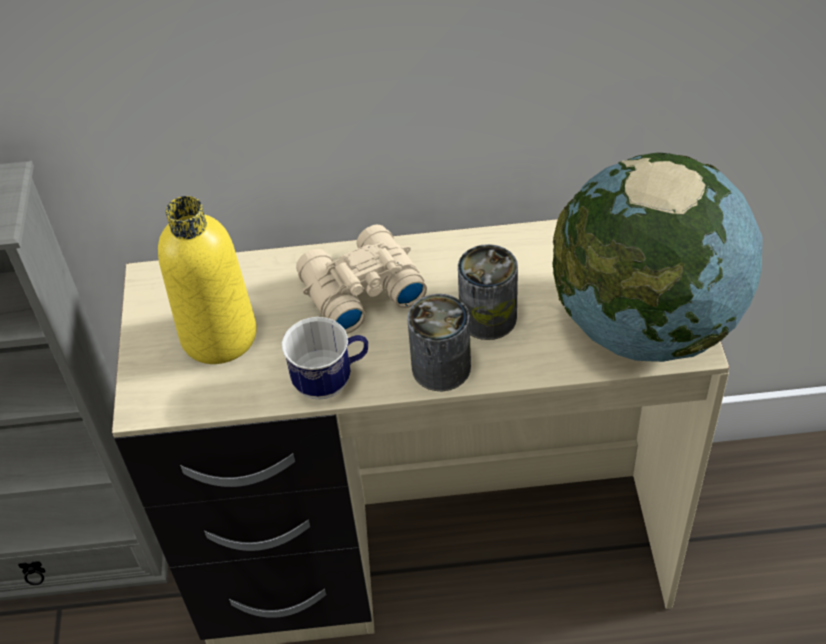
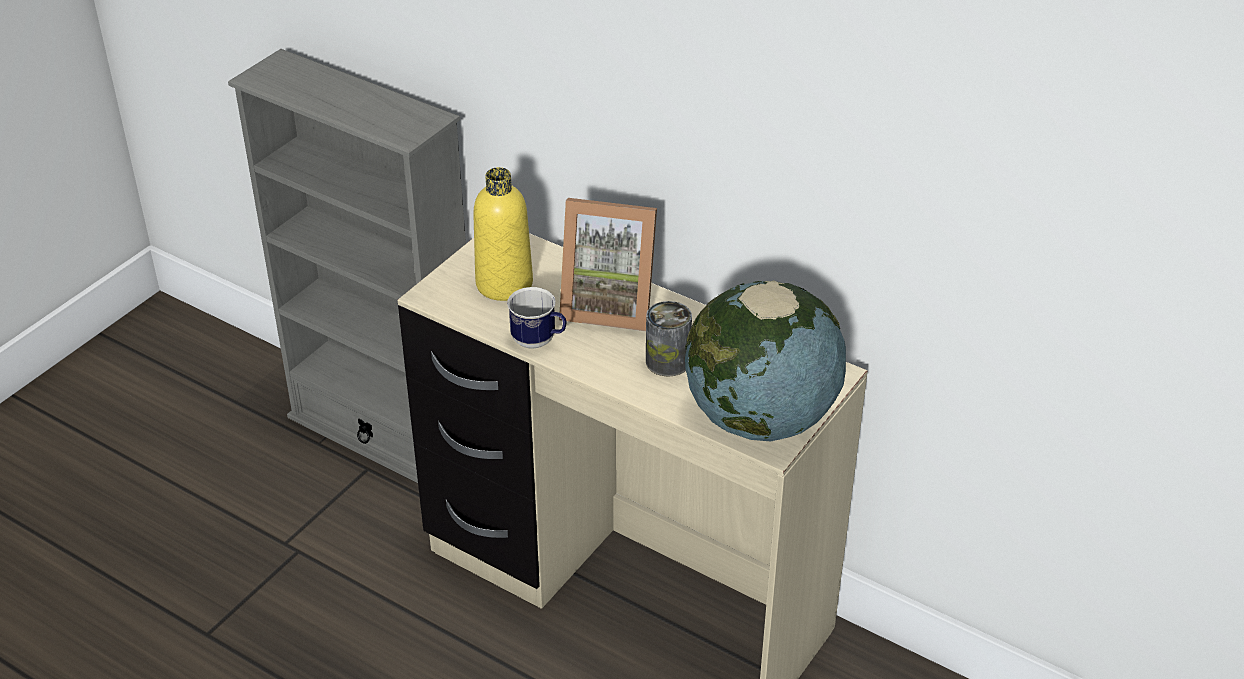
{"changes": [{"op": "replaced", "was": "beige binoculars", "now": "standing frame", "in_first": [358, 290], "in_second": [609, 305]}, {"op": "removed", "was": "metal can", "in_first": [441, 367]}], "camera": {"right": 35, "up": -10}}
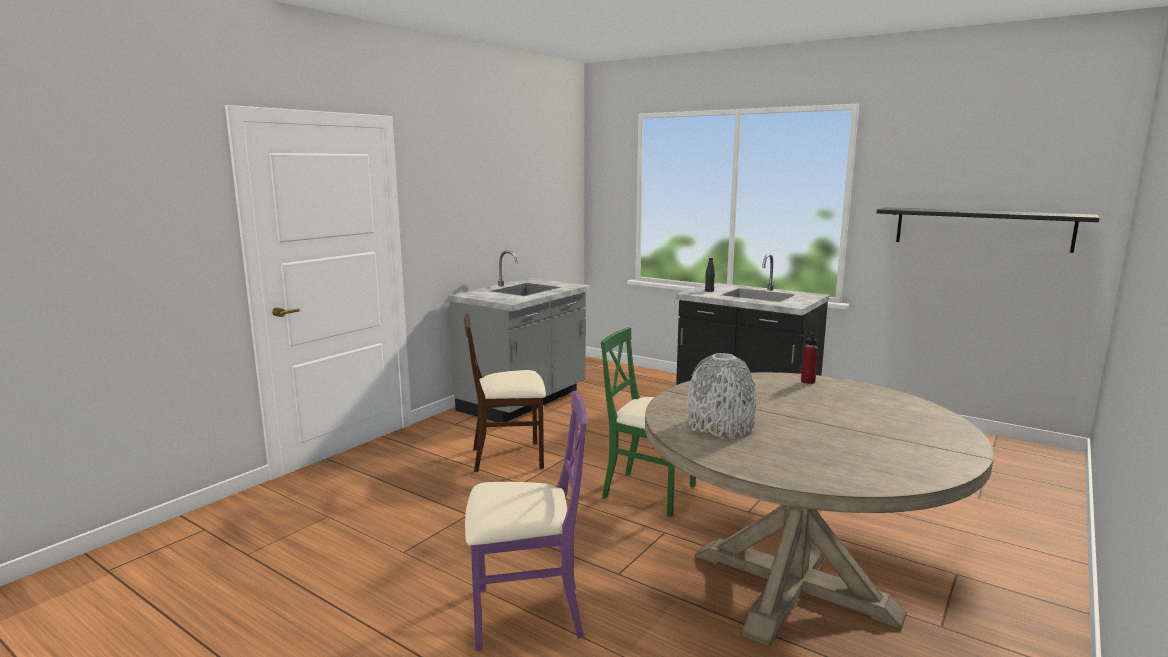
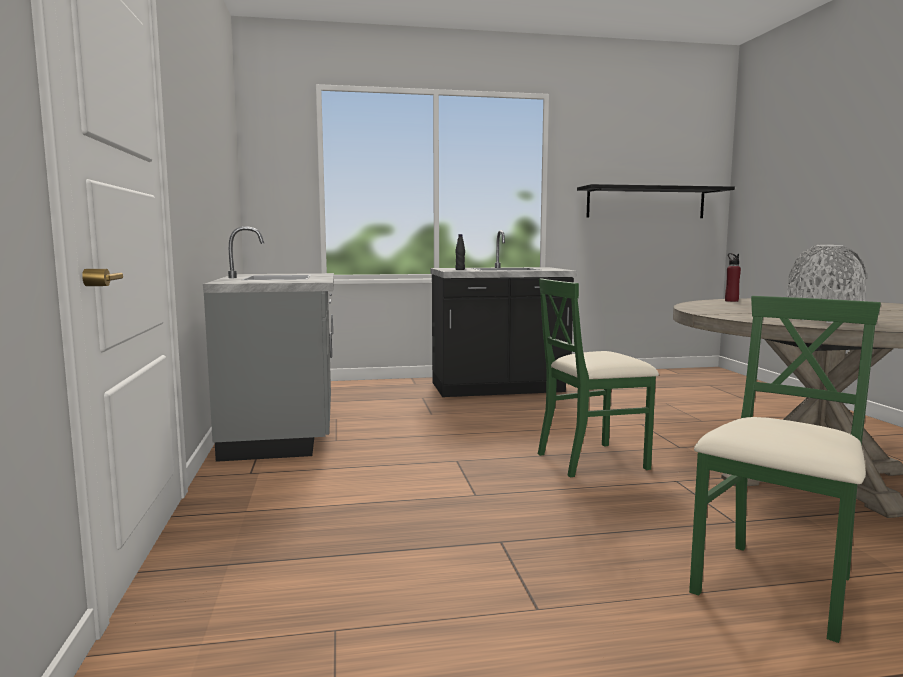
{"changes": [{"op": "recoloured", "was": "purple-coloured plain chair", "now": "green plain chair", "in_first": [526, 614], "in_second": [775, 587]}, {"op": "removed", "was": "beige plain chair", "in_first": [508, 457]}], "camera": {"right": -45, "up": -5}}
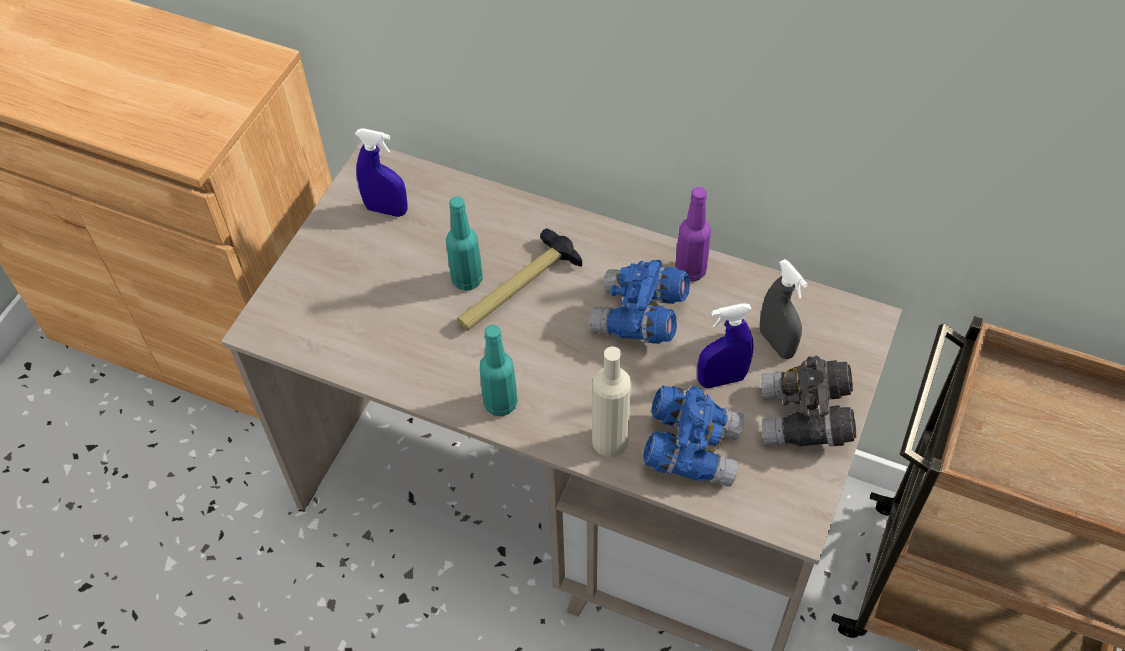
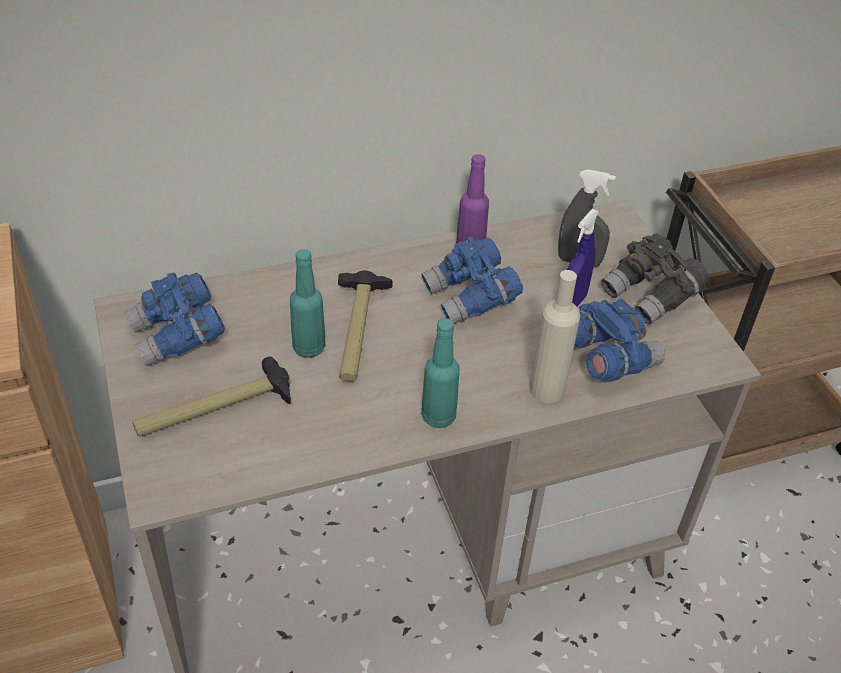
{"changes": [{"op": "replaced", "was": "blue hand sprayer", "now": "blue binoculars", "in_first": [386, 210], "in_second": [178, 337]}, {"op": "added", "now": "tool hammer", "in_second": [215, 410]}], "camera": {"right": -45, "up": -10}}
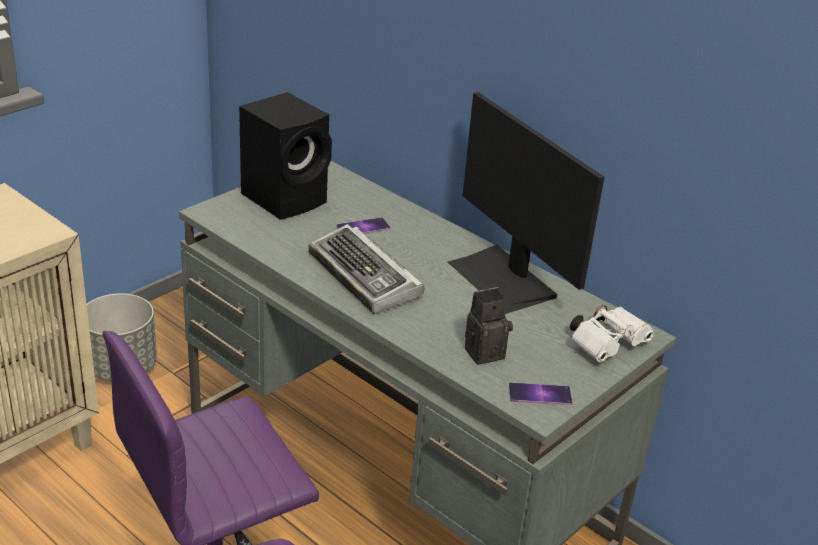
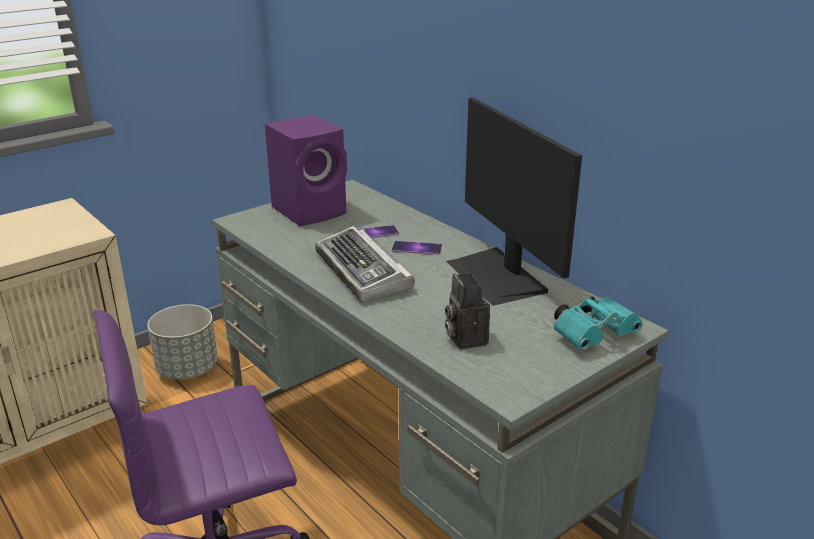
{"changes": [{"op": "recoloured", "was": "black-coloured loudspeaker", "now": "purple-coloured loudspeaker", "in_first": [287, 198], "in_second": [311, 210]}, {"op": "moved", "was": "telephone", "in_first": [540, 394], "in_second": [417, 248]}, {"op": "turned", "was": "photo camera", "in_first": [485, 351], "in_second": [464, 338], "clockwise": -90}, {"op": "recoloured", "was": "white-coloured binoculars", "now": "turquoise binoculars", "in_first": [608, 344], "in_second": [595, 335]}], "camera": {"right": 10, "up": -5}}
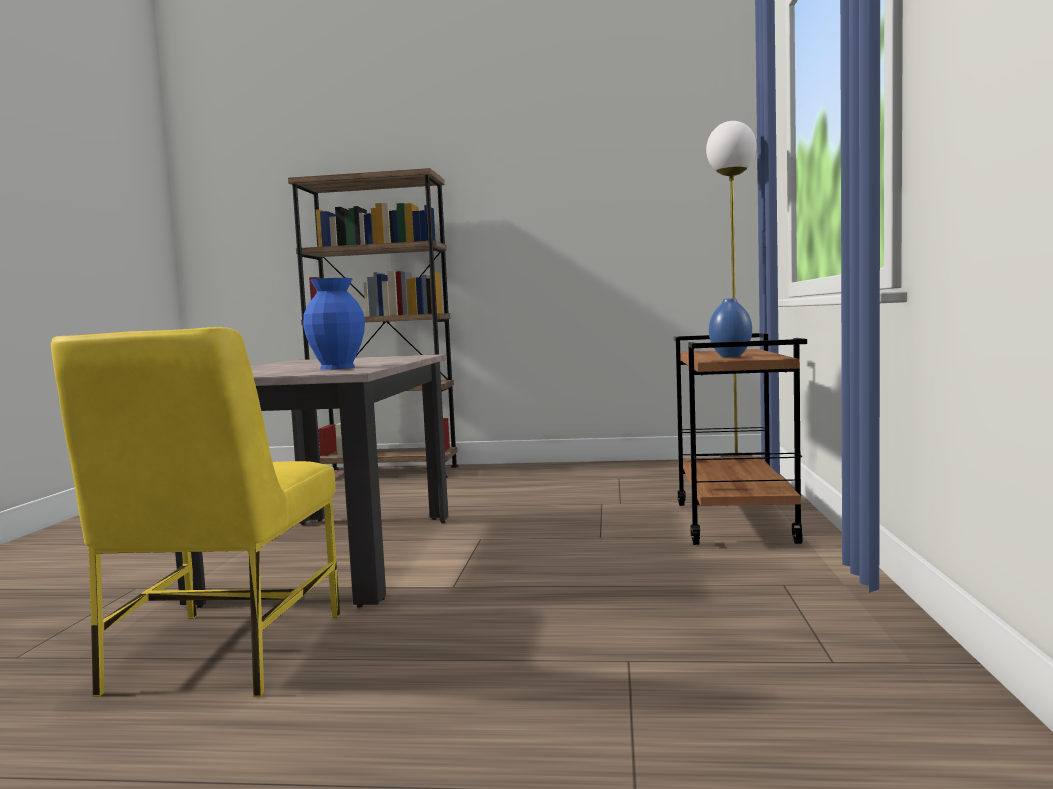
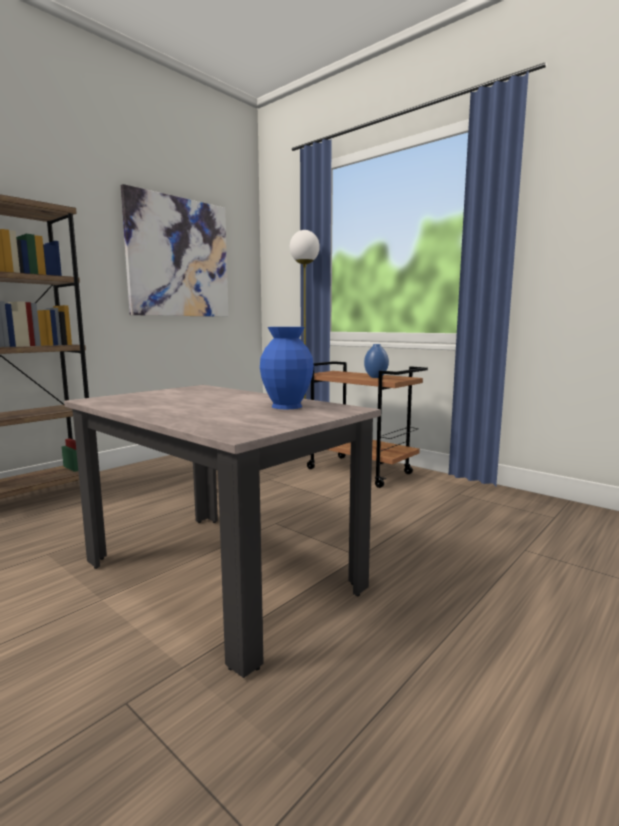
{"changes": [{"op": "added", "now": "wall art", "in_second": [179, 258]}, {"op": "removed", "was": "yellow-coloured plain chair", "in_first": [222, 653]}], "camera": {"right": -55, "up": 5}}
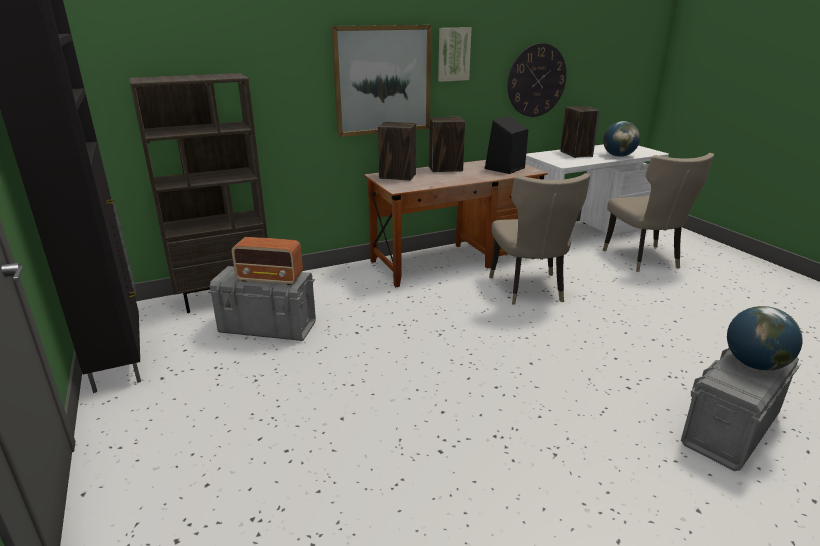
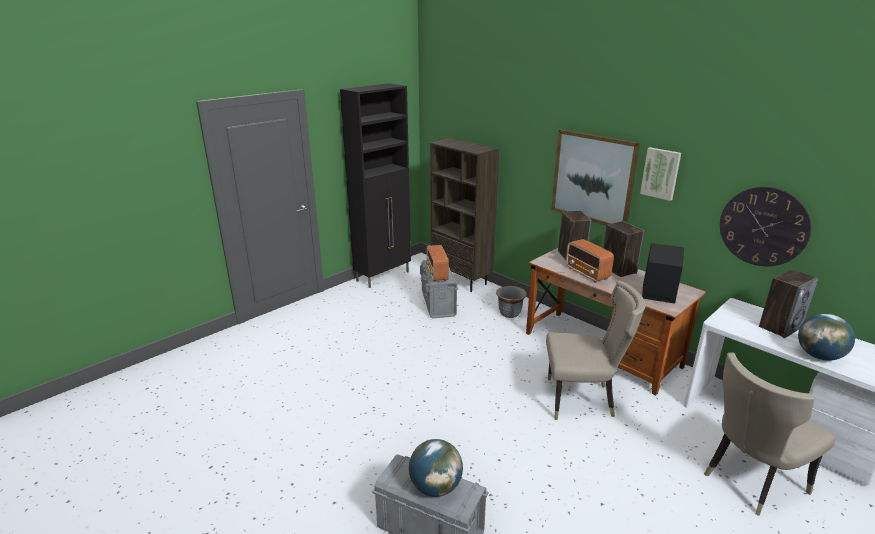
{"changes": [{"op": "added", "now": "grey flower pot", "in_second": [510, 314]}, {"op": "turned", "was": "beige plain chair", "in_first": [529, 290], "in_second": [582, 399], "clockwise": -150}, {"op": "added", "now": "radio set", "in_second": [587, 273]}], "camera": {"right": 70, "up": 0}}
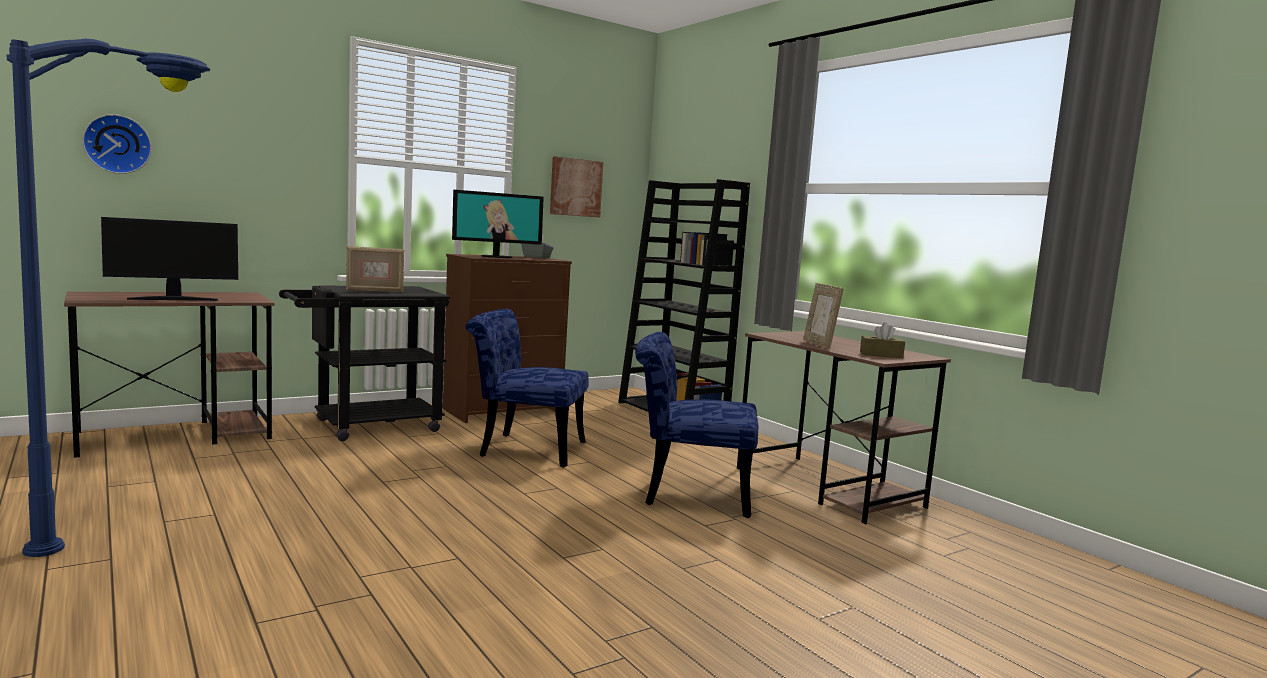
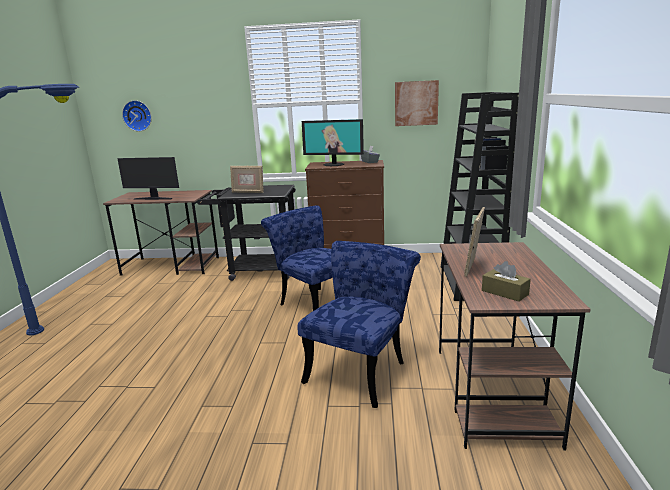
{"changes": [{"op": "turned", "was": "blue plain chair", "in_first": [687, 493], "in_second": [361, 369], "clockwise": 75}], "camera": {"right": 40, "up": 10}}
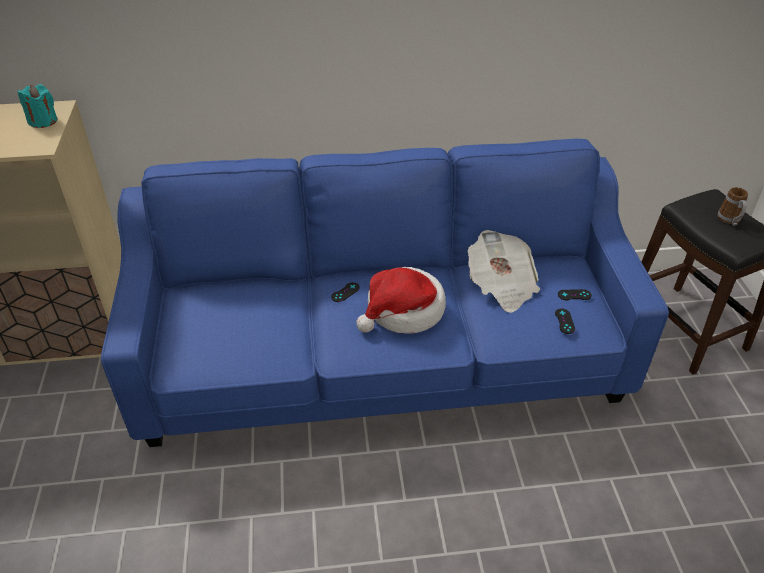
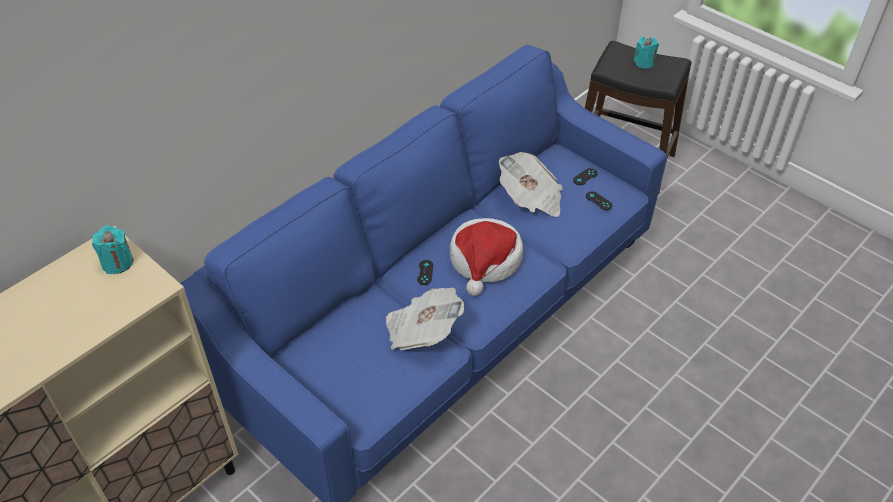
{"changes": [{"op": "added", "now": "printed paper", "in_second": [422, 331]}, {"op": "replaced", "was": "mug", "now": "turquoise wax light", "in_first": [730, 221], "in_second": [644, 63]}], "camera": {"right": -40, "up": 5}}
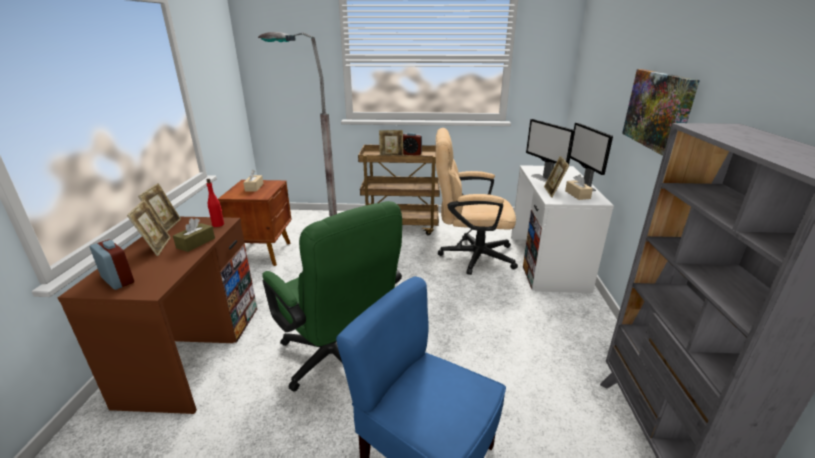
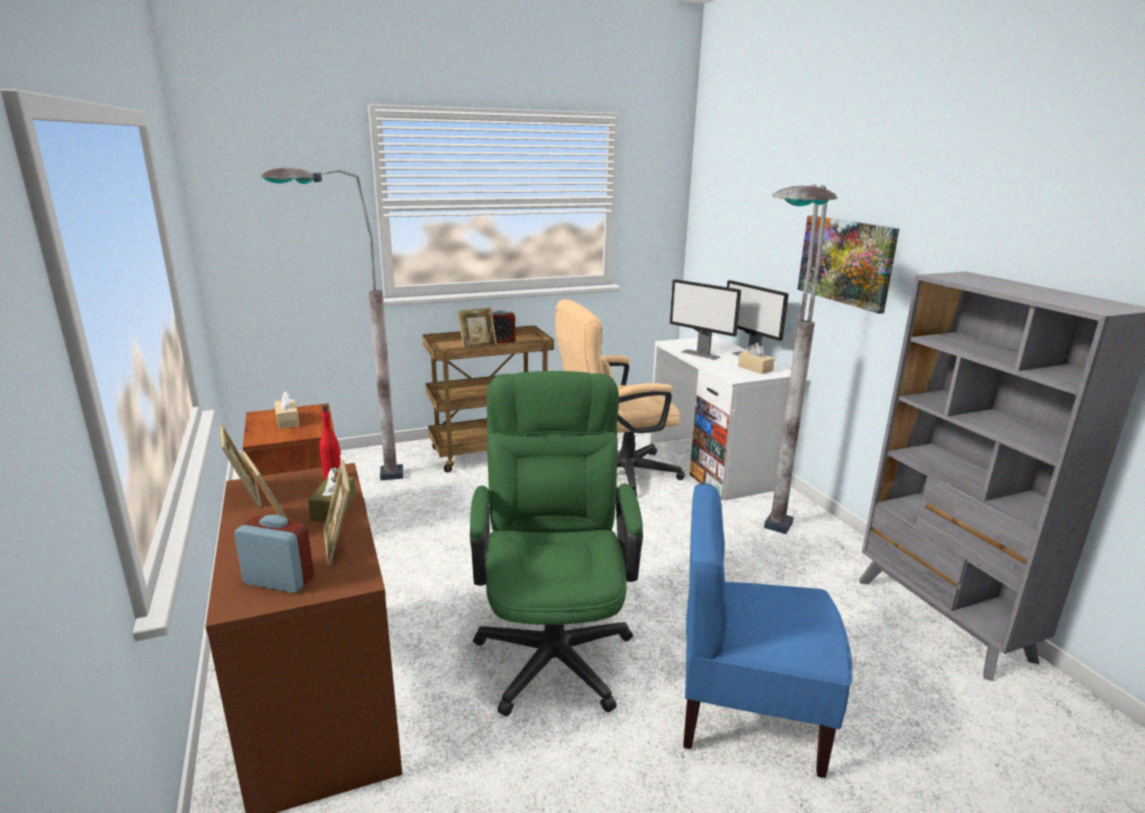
{"changes": [{"op": "moved", "was": "standing frame", "in_first": [553, 192], "in_second": [340, 545]}, {"op": "turned", "was": "green office chair", "in_first": [338, 361], "in_second": [554, 645], "clockwise": -120}, {"op": "added", "now": "grey standing lamp", "in_second": [762, 548]}], "camera": {"right": -25, "up": -5}}
